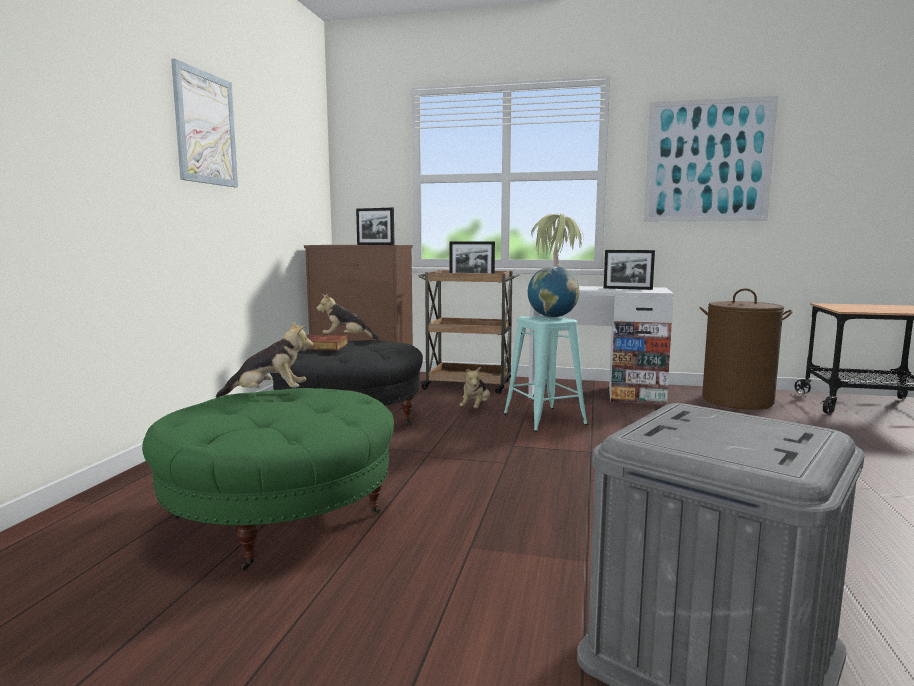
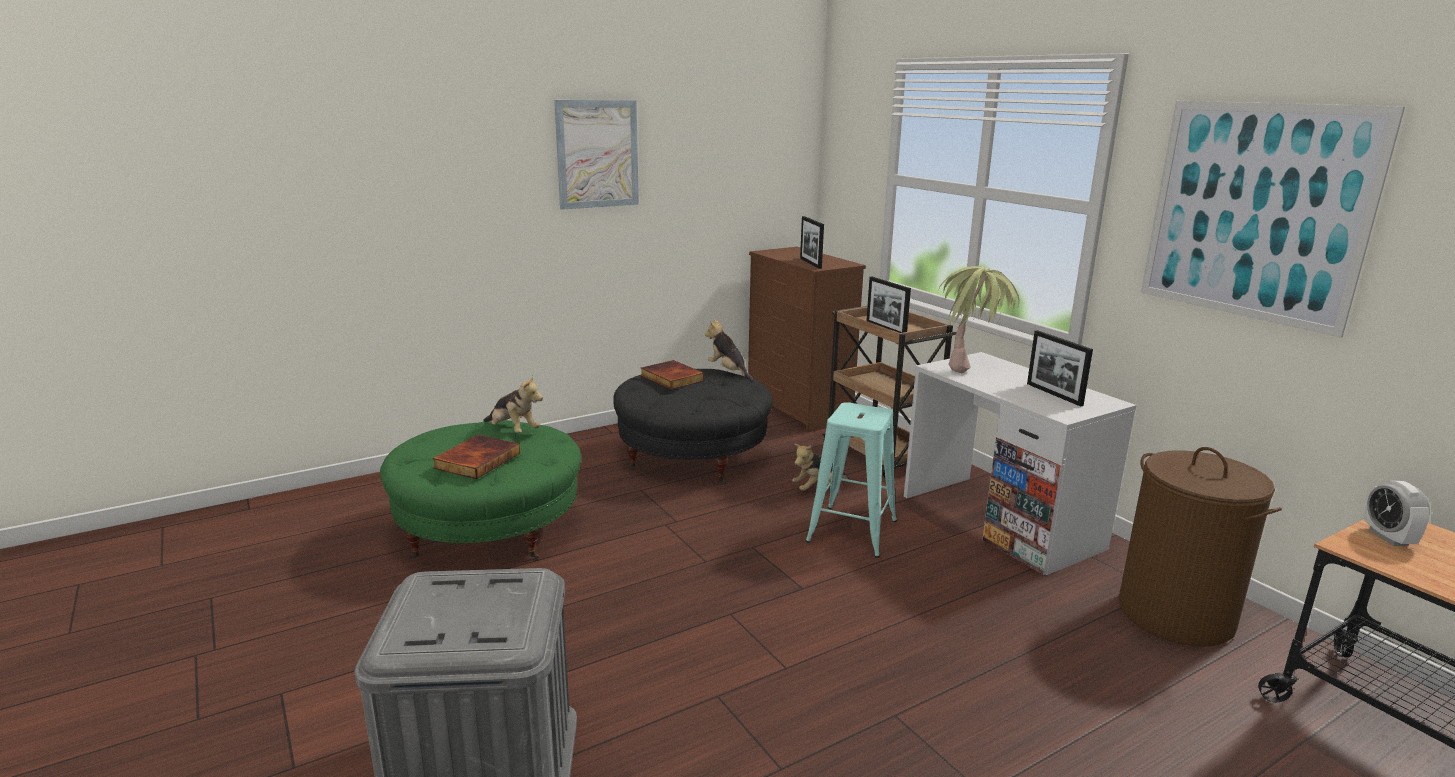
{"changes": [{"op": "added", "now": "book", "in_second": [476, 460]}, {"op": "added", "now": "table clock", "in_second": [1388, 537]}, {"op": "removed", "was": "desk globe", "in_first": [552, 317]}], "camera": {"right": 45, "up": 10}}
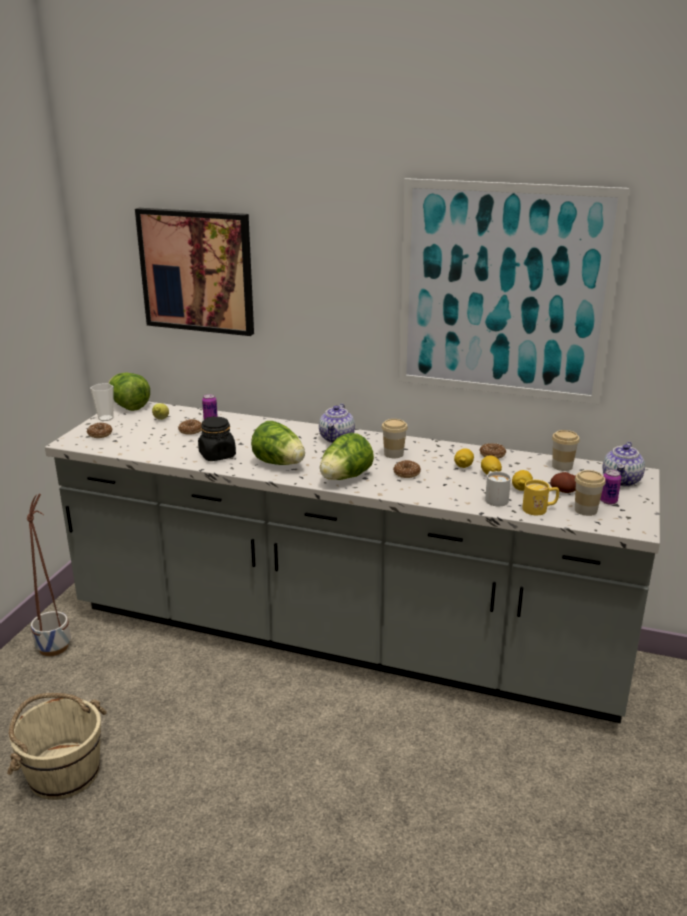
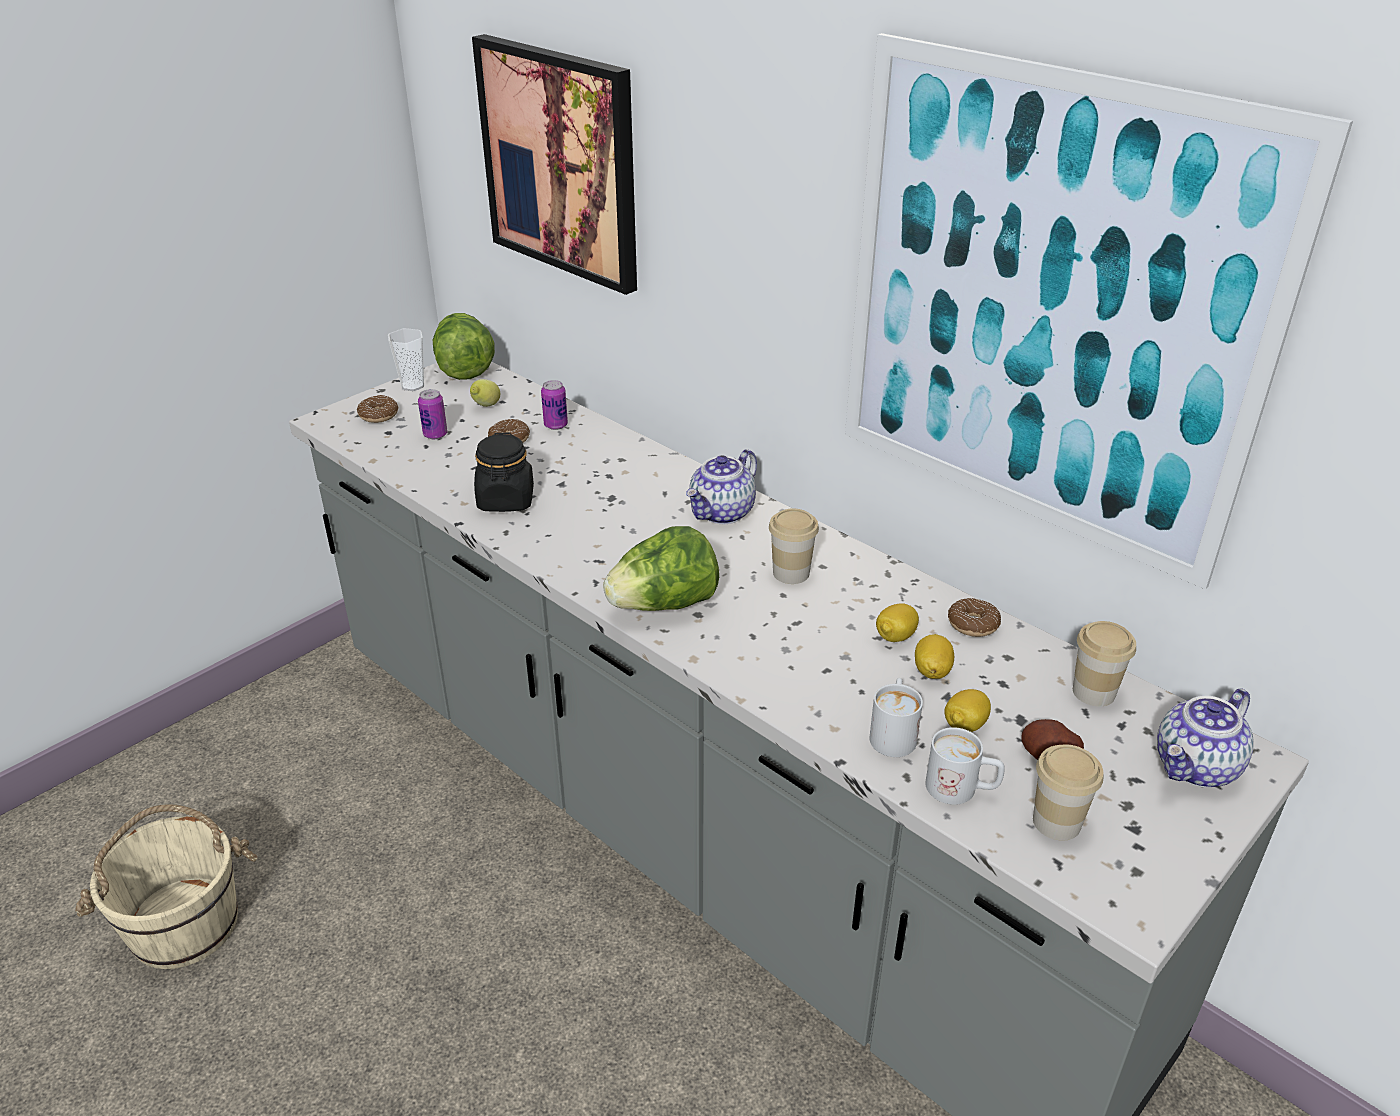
{"changes": [{"op": "moved", "was": "metal can", "in_first": [608, 501], "in_second": [435, 435]}, {"op": "recoloured", "was": "yellow-coloured mug", "now": "white-coloured mug", "in_first": [539, 509], "in_second": [961, 789]}, {"op": "removed", "was": "flower pot", "in_first": [53, 646]}, {"op": "removed", "was": "lettuce head", "in_first": [279, 463]}, {"op": "removed", "was": "ring doughnut", "in_first": [406, 473]}], "camera": {"right": 25, "up": 10}}
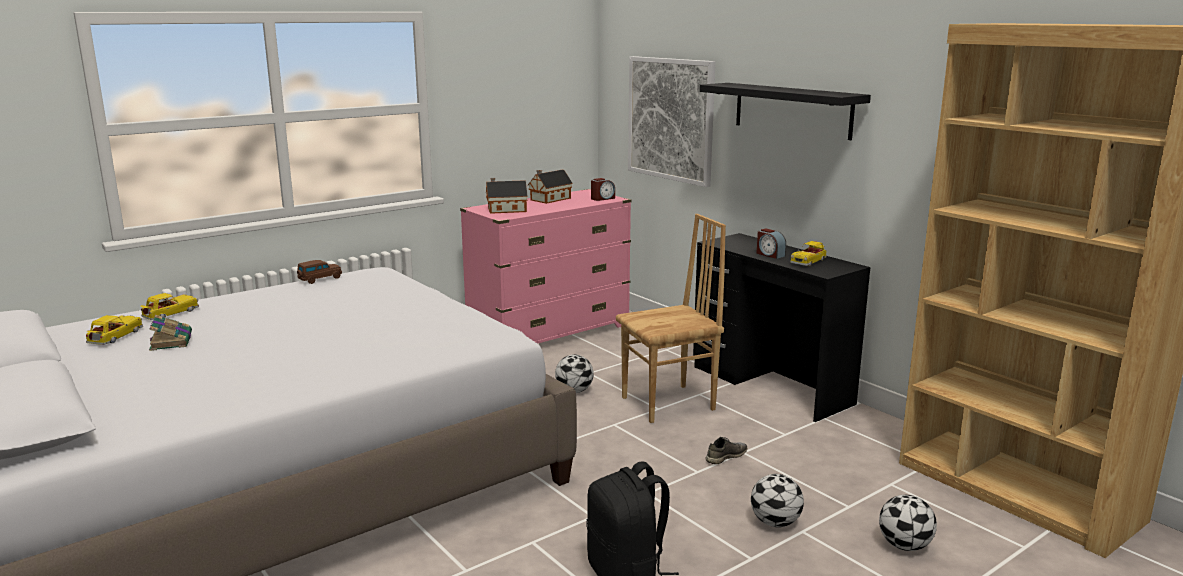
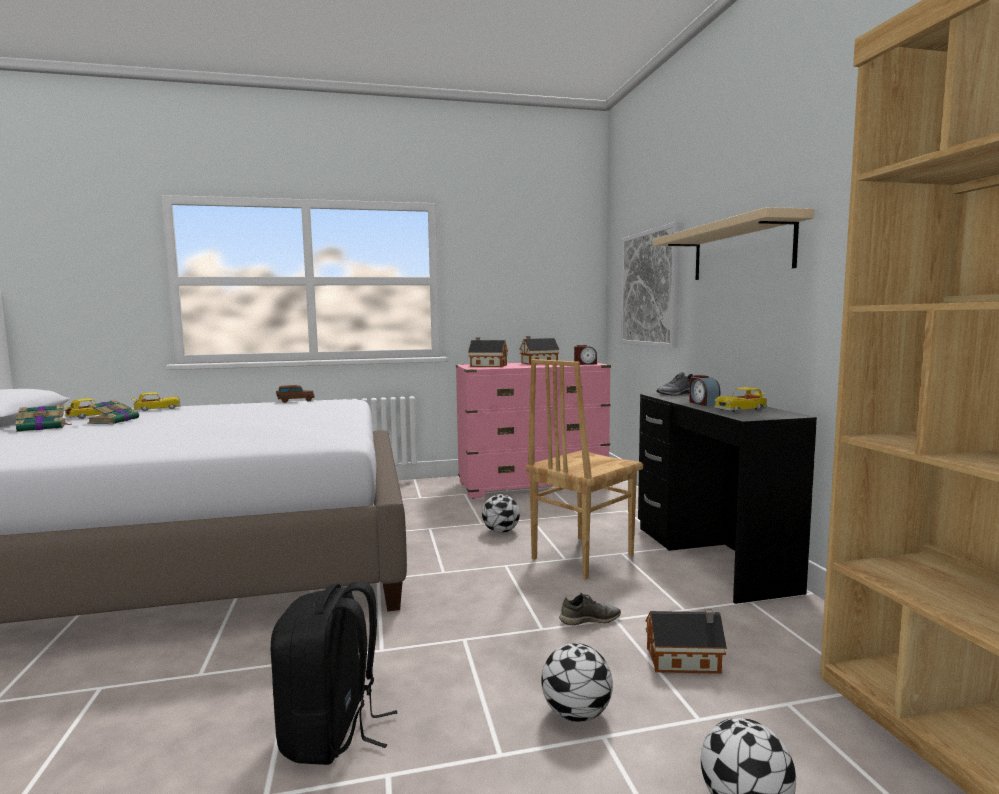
{"changes": [{"op": "added", "now": "book", "in_second": [43, 427]}, {"op": "turned", "was": "brown-coloured plain chair", "in_first": [669, 404], "in_second": [580, 557], "clockwise": 135}, {"op": "added", "now": "miniature house", "in_second": [686, 660]}, {"op": "recoloured", "was": "black-coloured wall shelf", "now": "beige wall shelf", "in_first": [792, 110], "in_second": [741, 250]}, {"op": "added", "now": "grey item of footwear", "in_second": [677, 394]}], "camera": {"right": 25, "up": -10}}
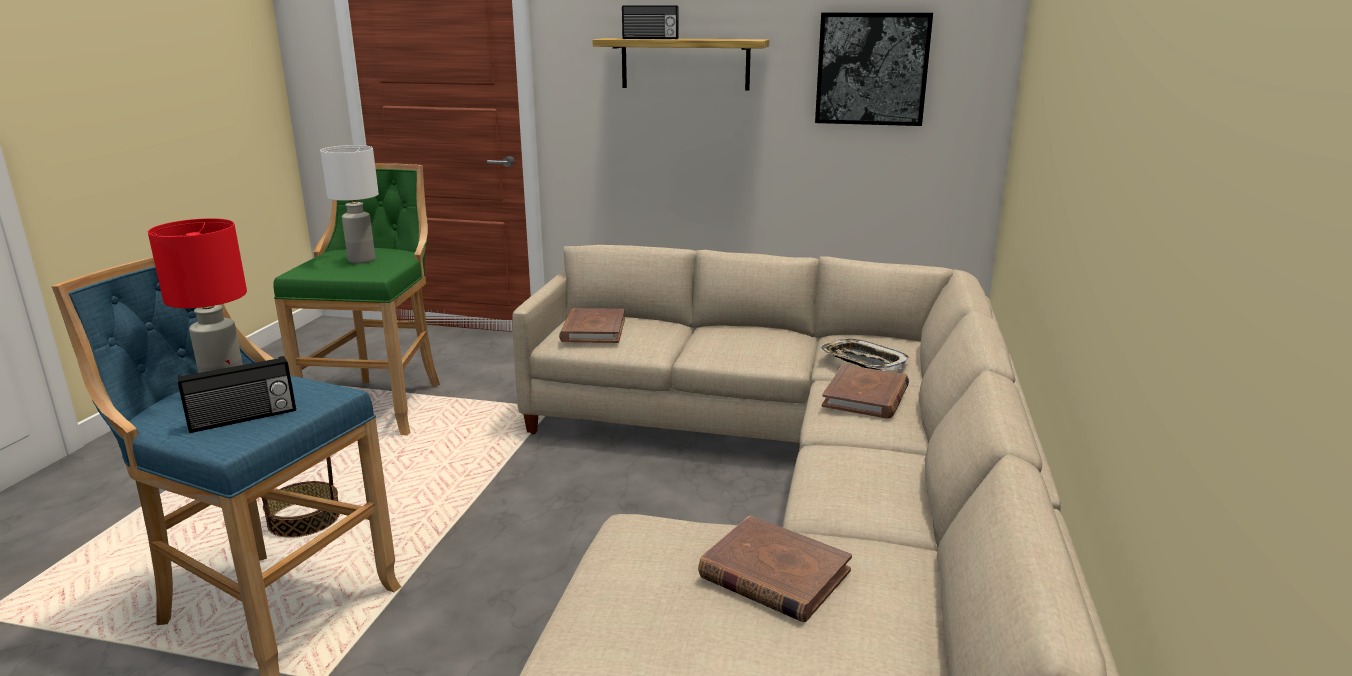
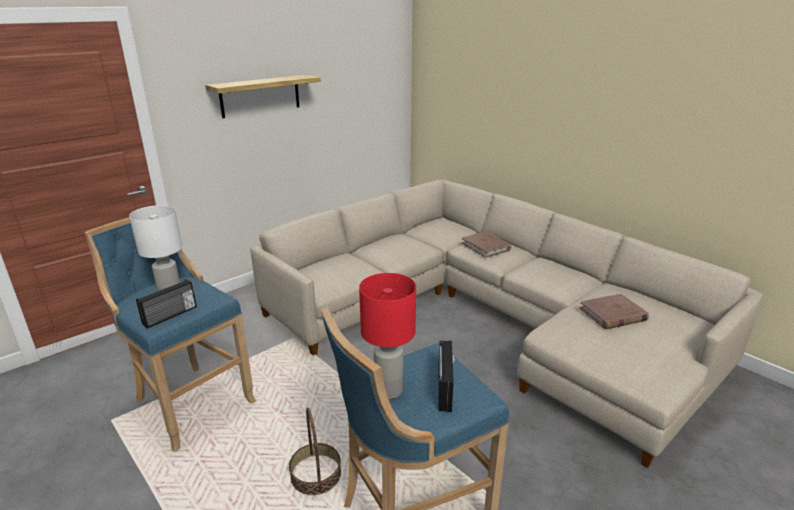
{"changes": [{"op": "recoloured", "was": "green sitting stool", "now": "blue sitting stool", "in_first": [380, 404], "in_second": [190, 401]}, {"op": "moved", "was": "radio set", "in_first": [650, 38], "in_second": [170, 316]}, {"op": "removed", "was": "brown-coloured book", "in_first": [593, 330]}, {"op": "removed", "was": "wall art", "in_first": [872, 69]}, {"op": "removed", "was": "tray", "in_first": [863, 361]}], "camera": {"right": -55, "up": 5}}
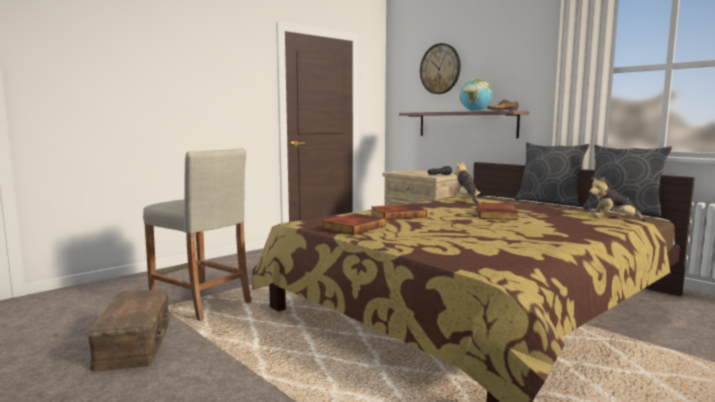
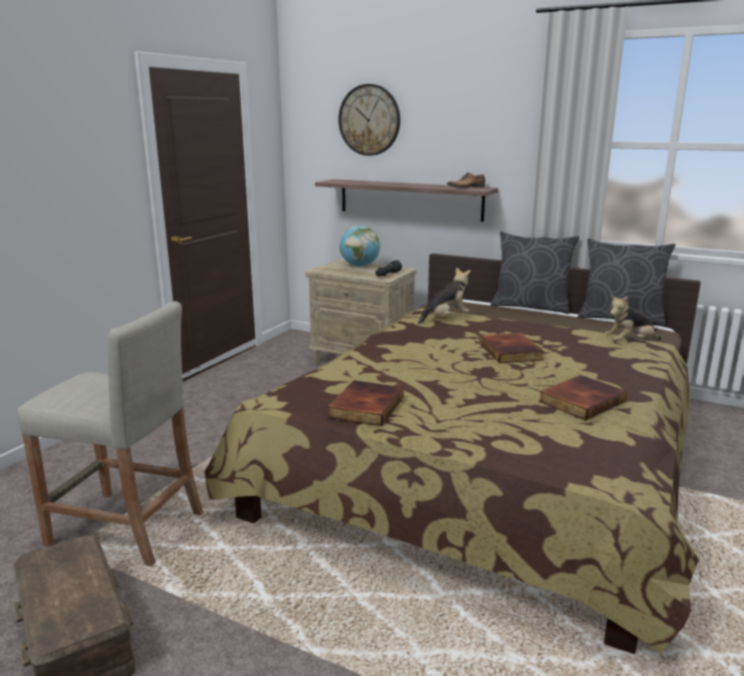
{"changes": [{"op": "moved", "was": "desk globe", "in_first": [475, 111], "in_second": [359, 266]}, {"op": "turned", "was": "cuddly toy", "in_first": [466, 200], "in_second": [445, 318], "clockwise": 90}, {"op": "moved", "was": "book", "in_first": [398, 215], "in_second": [581, 400]}], "camera": {"right": -20, "up": 10}}
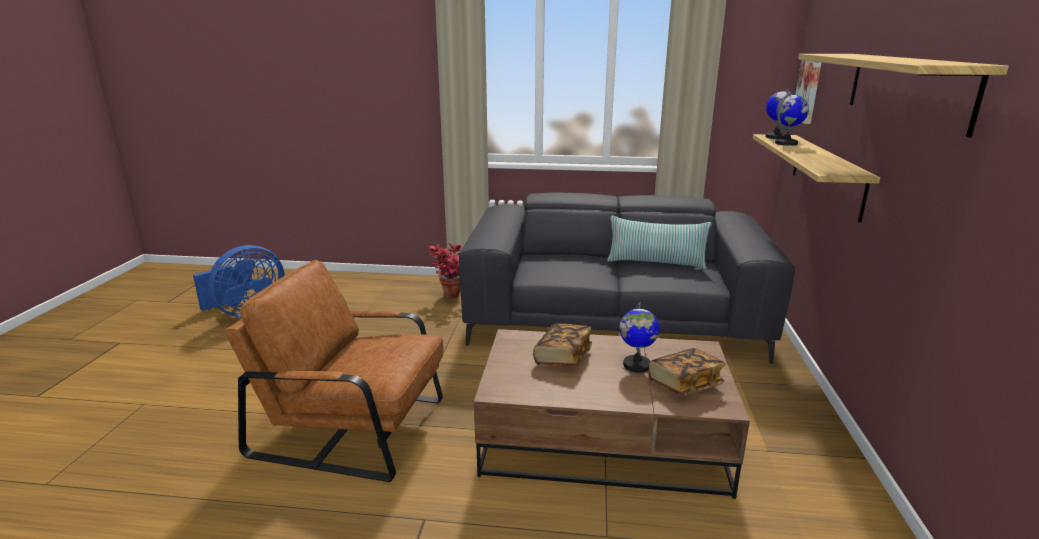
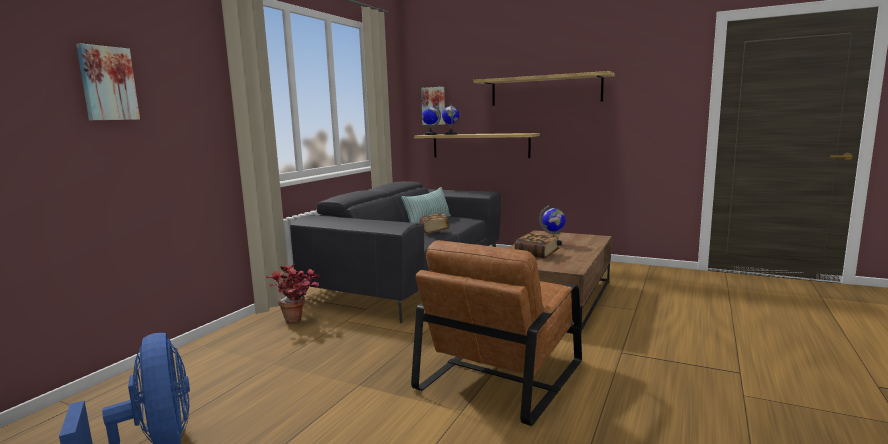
{"changes": [{"op": "added", "now": "wall art", "in_second": [107, 83]}, {"op": "moved", "was": "book", "in_first": [684, 384], "in_second": [434, 231]}], "camera": {"right": -70, "up": -10}}
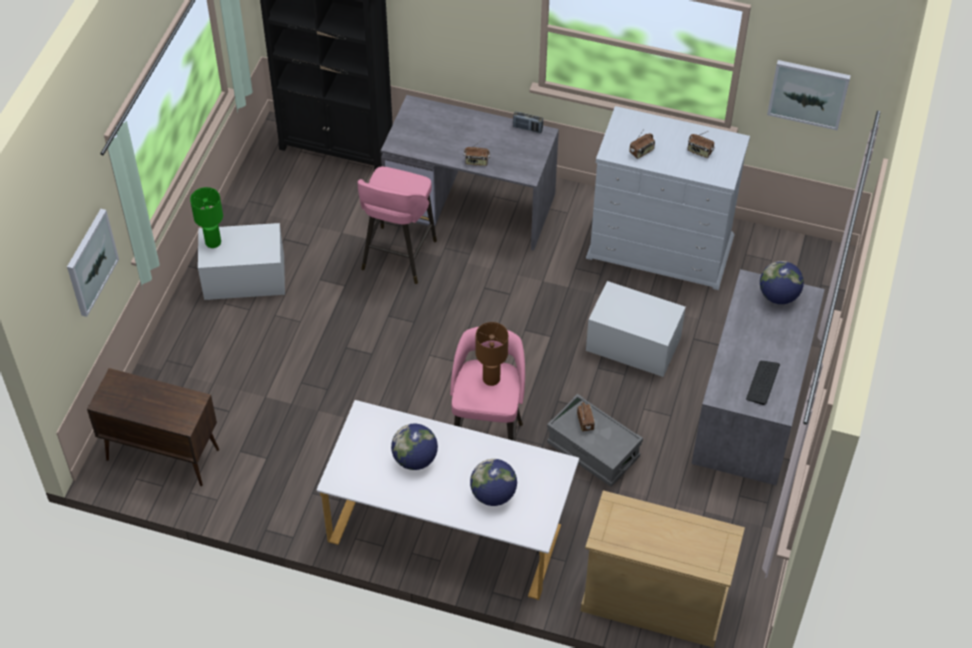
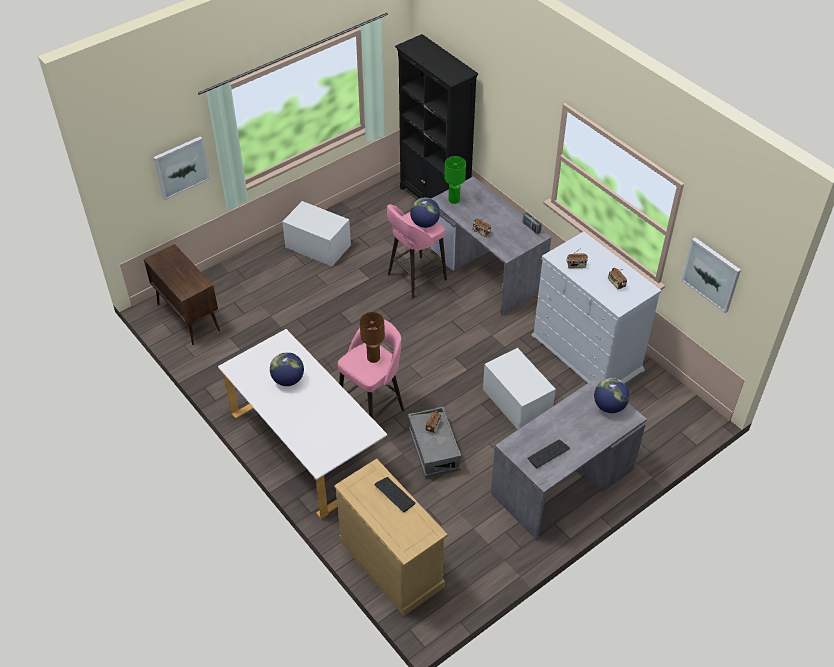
{"changes": [{"op": "added", "now": "computer keyboard", "in_second": [395, 495]}, {"op": "moved", "was": "desk globe", "in_first": [493, 494], "in_second": [425, 223]}, {"op": "moved", "was": "green tabletop lamp", "in_first": [213, 242], "in_second": [454, 200]}], "camera": {"right": 35, "up": -5}}
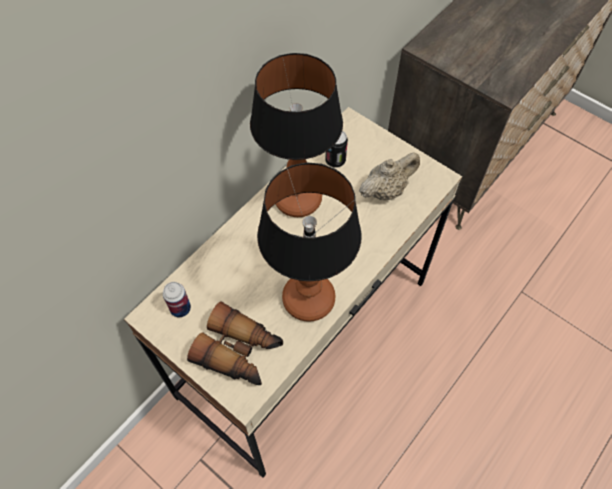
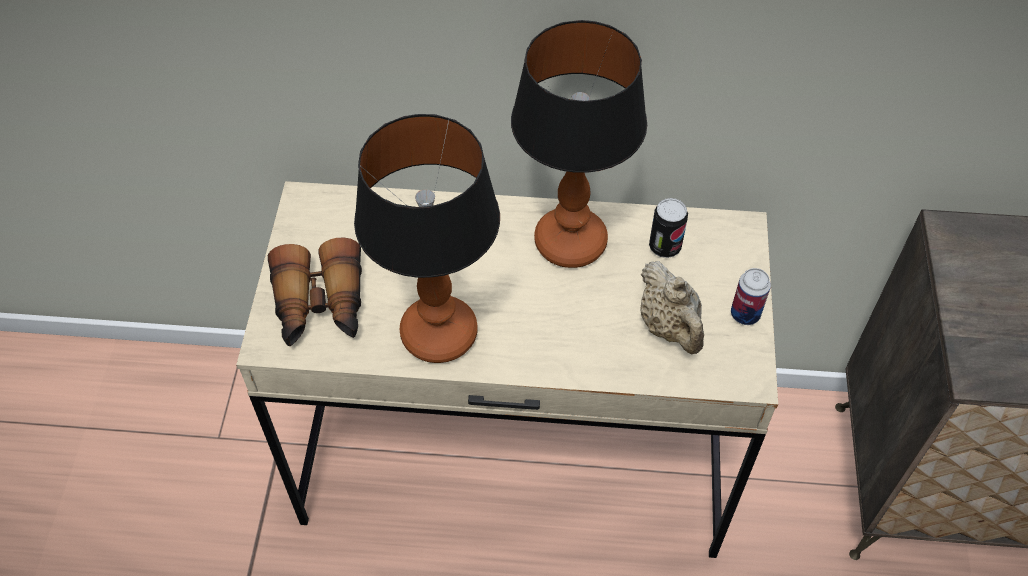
{"changes": [{"op": "turned", "was": "beige tea pot", "in_first": [386, 190], "in_second": [669, 327], "clockwise": 45}, {"op": "moved", "was": "metal can", "in_first": [180, 308], "in_second": [745, 314]}], "camera": {"right": 55, "up": -5}}
